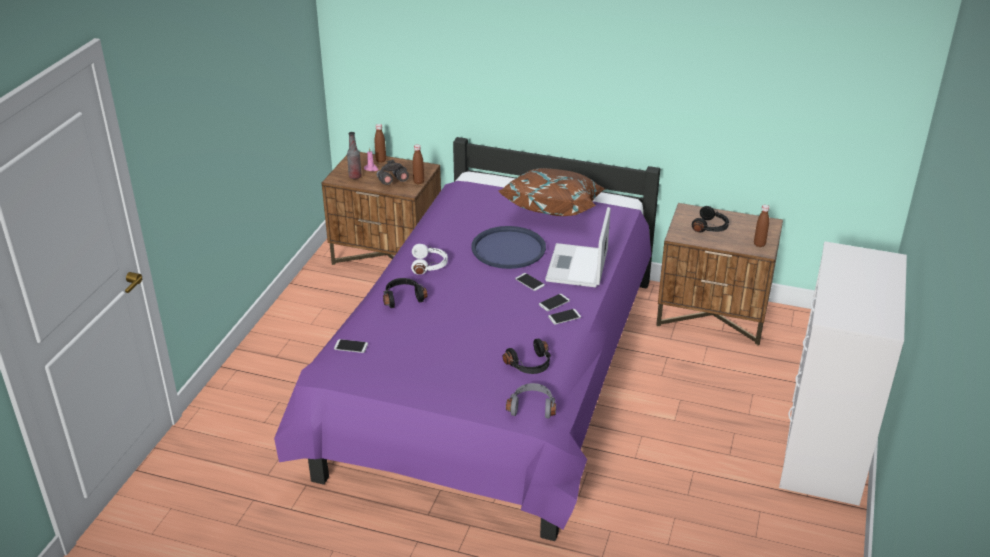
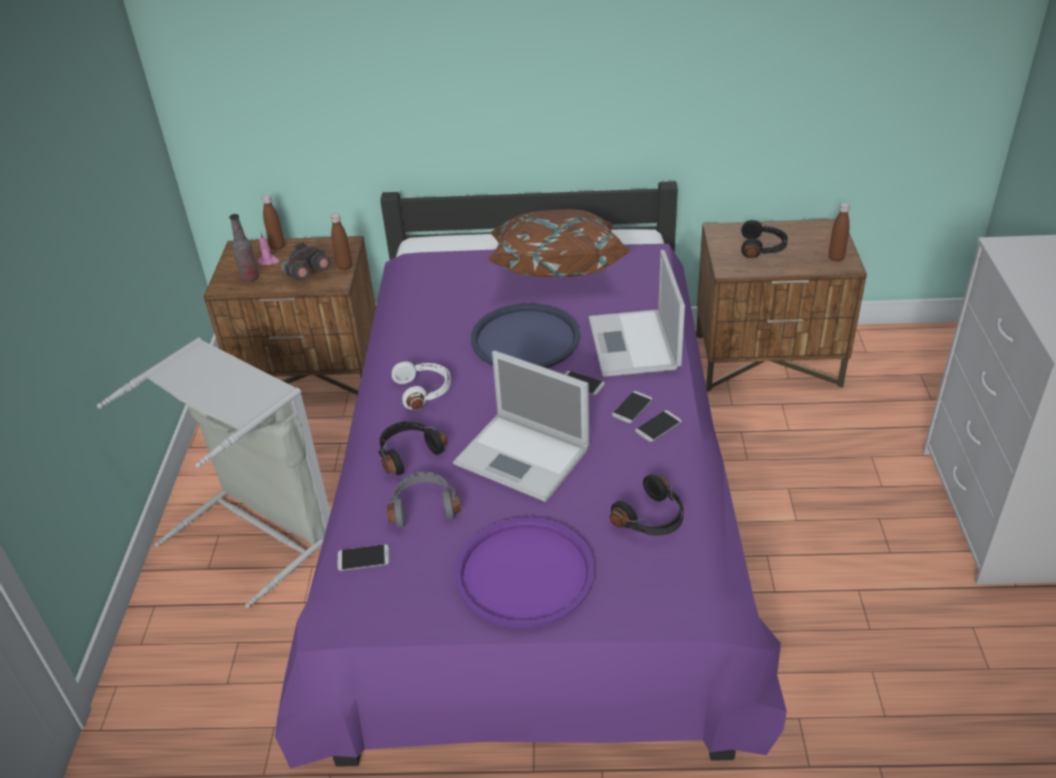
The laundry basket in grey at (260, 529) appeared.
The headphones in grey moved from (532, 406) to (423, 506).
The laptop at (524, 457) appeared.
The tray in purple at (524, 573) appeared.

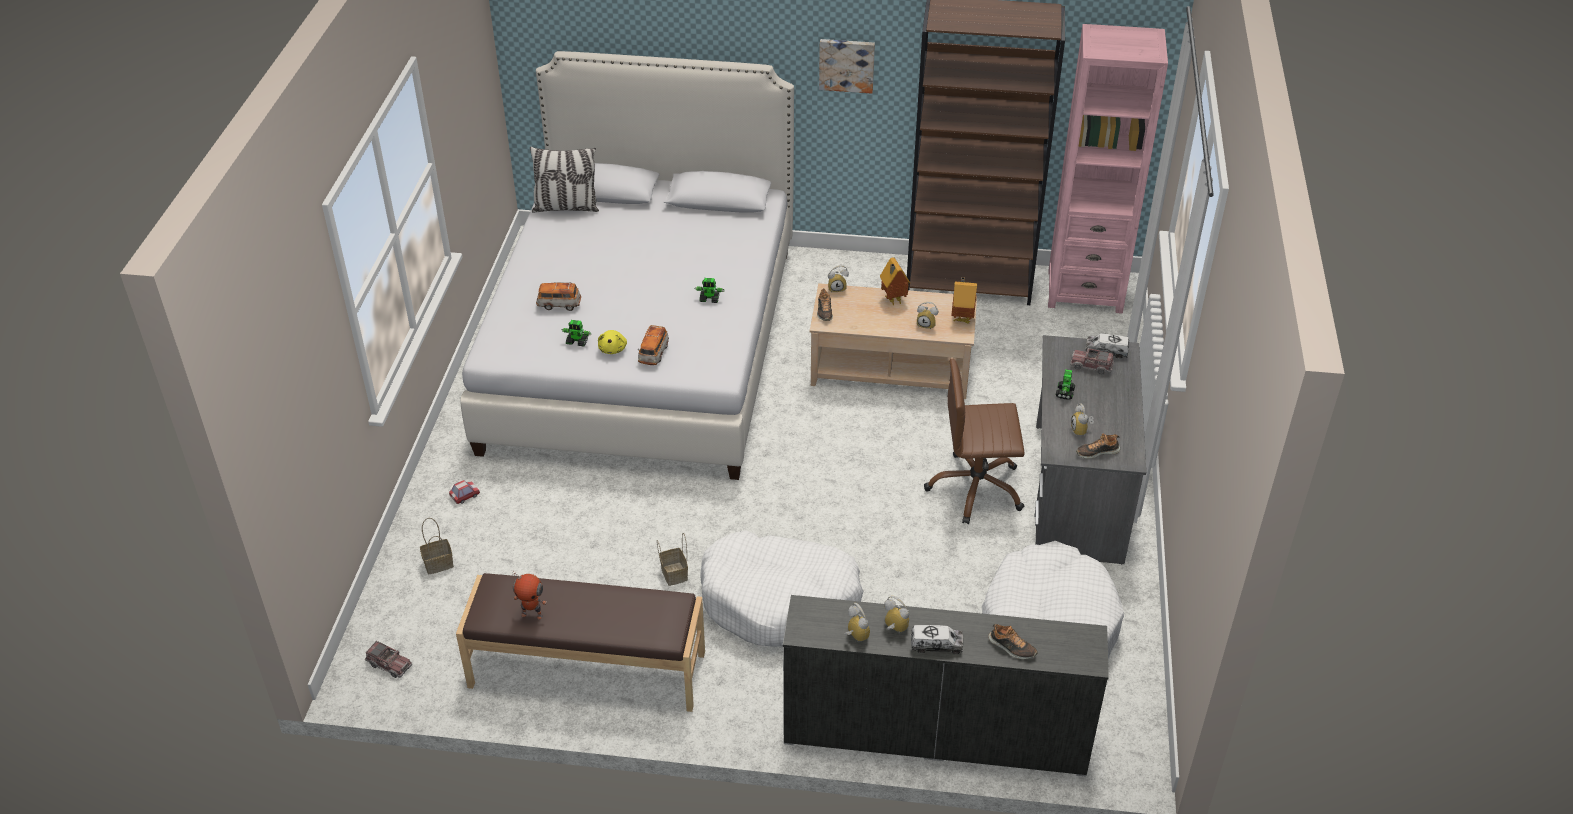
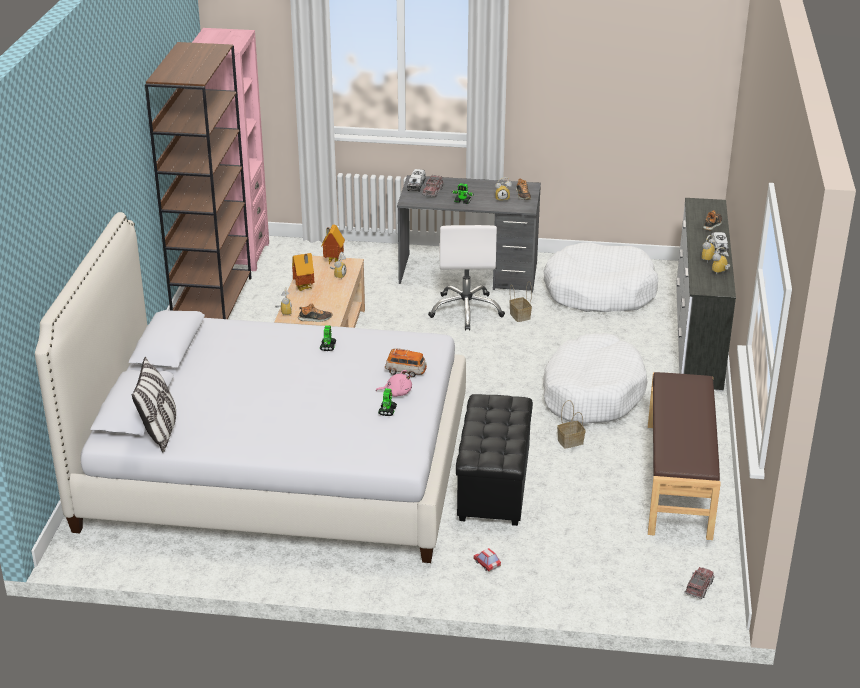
The plush toy in yellow at (613, 349) became the plush toy in pink at (397, 392).
The office chair in brown at (976, 489) became the office chair in white at (466, 310).
The ottoman in black at (493, 486) appeared.
The basket moved from (439, 563) to (519, 316).
The toy robot at (532, 614) disappeared.
The toy car at (559, 304) disappeared.
The picture at (846, 64) disappeared.

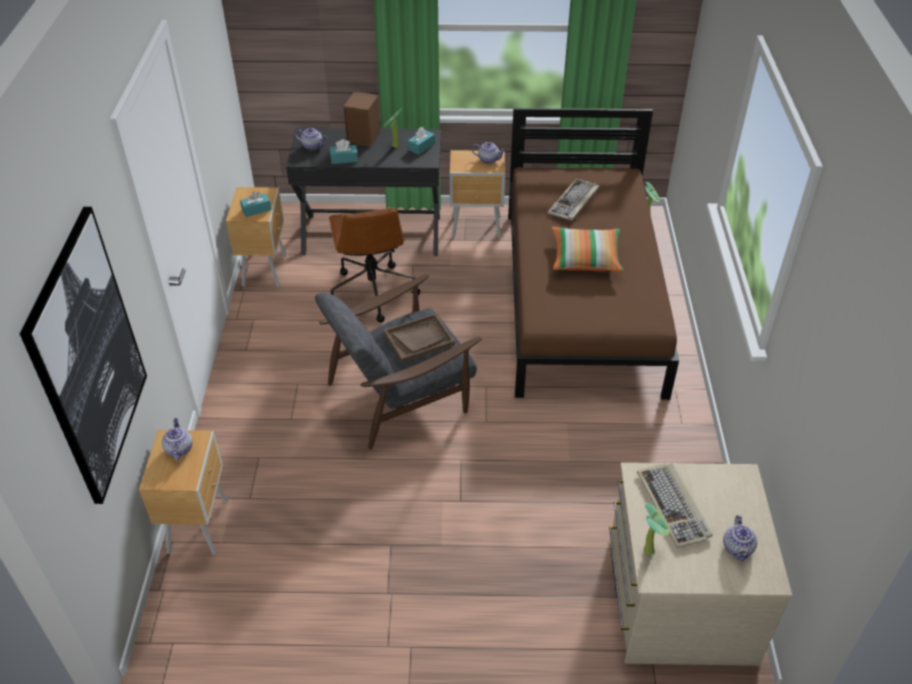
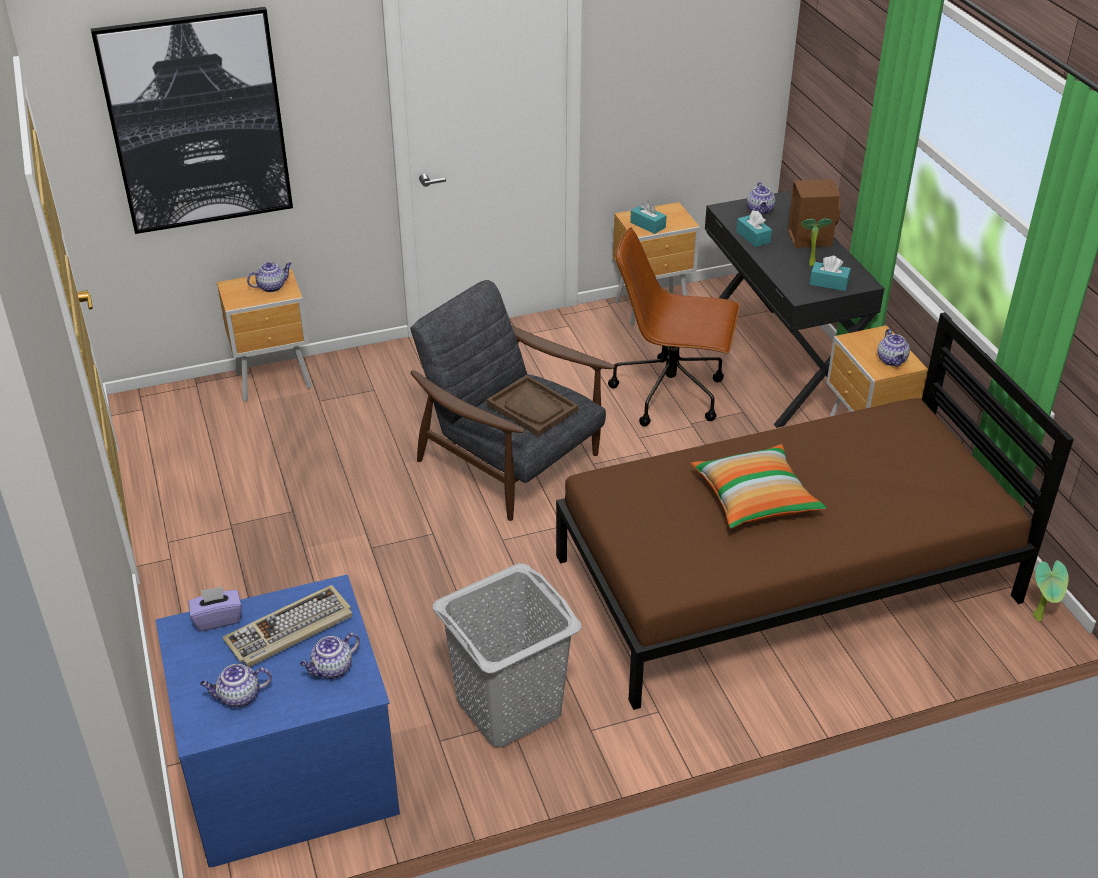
The dresser in beige at (677, 598) became the dresser in blue at (289, 769).
The potted plant at (650, 550) was replaced by the tissue box in purple at (218, 619).
The teapot at (332, 669) appeared.
The laundry basket in grey at (507, 707) appeared.
The office chair in brown at (372, 291) turned 45 degrees clockwise.
The keyboard at (574, 202) disappeared.

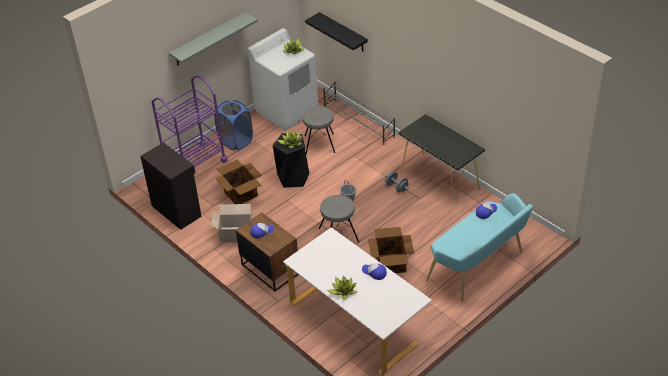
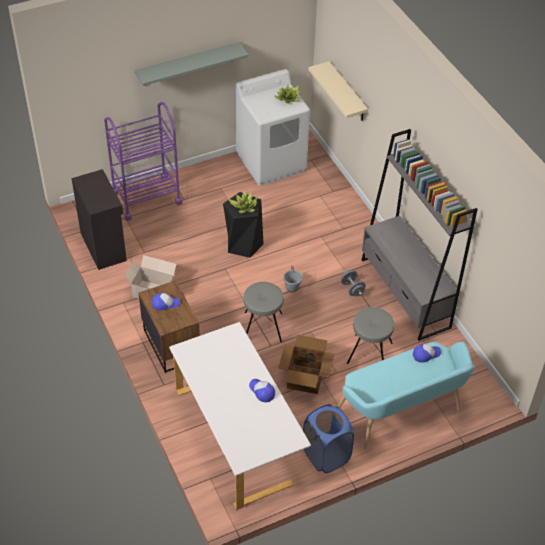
The laundry basket in blue moved from (235, 141) to (326, 455).
The shelf in black at (343, 32) became the shelf in beige at (347, 92).
The stool in grey moved from (320, 144) to (370, 352).
The console table in black at (440, 179) was replaced by the bookcase in grey at (405, 293).
The cardboard box at (241, 194) disappeared.
The shoe rack in grey at (359, 122) disappeared.
The potted plant at (343, 291) disappeared.

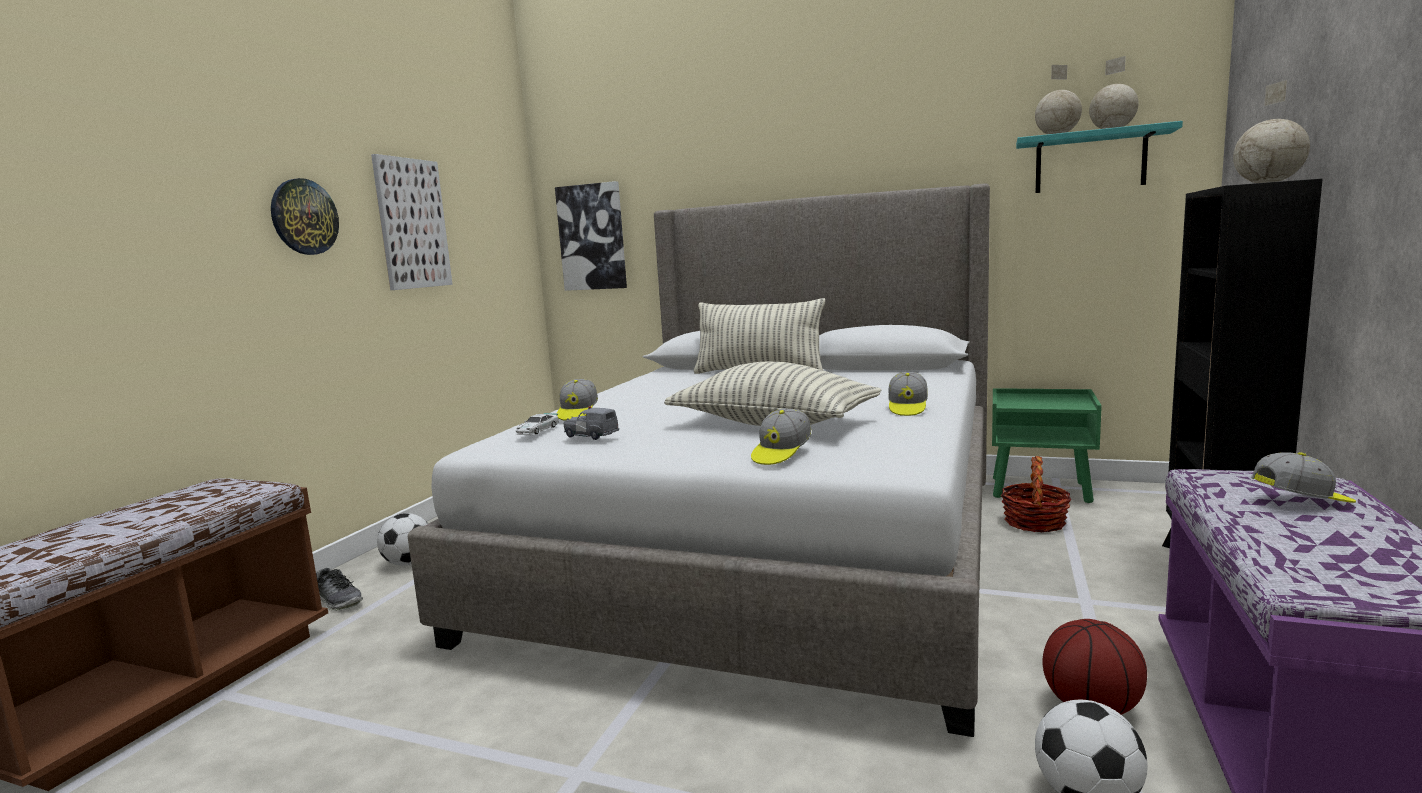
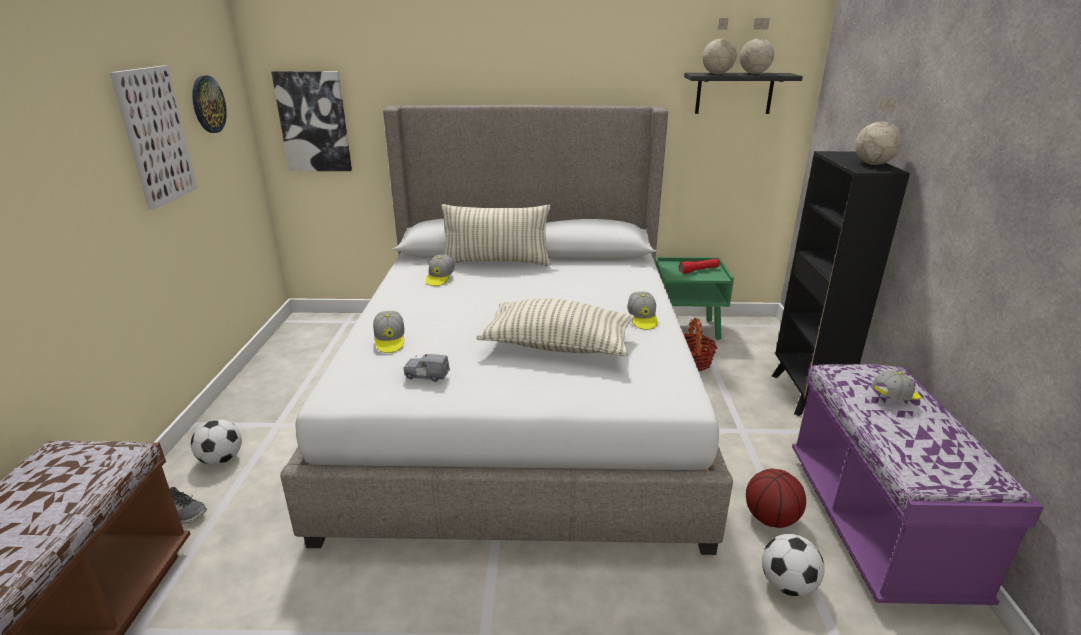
The wall clock moved from (304, 217) to (208, 104).
The cap moved from (781, 454) to (440, 278).
The flashlight in red at (699, 270) appeared.
The shelf in turquoise at (1090, 162) became the shelf in black at (734, 93).
The toy car at (537, 430) disappeared.

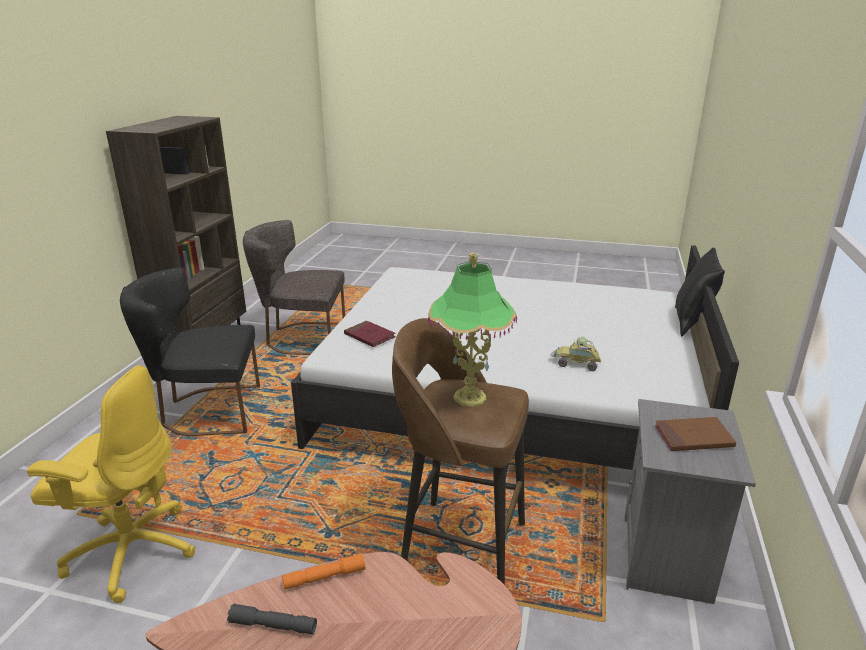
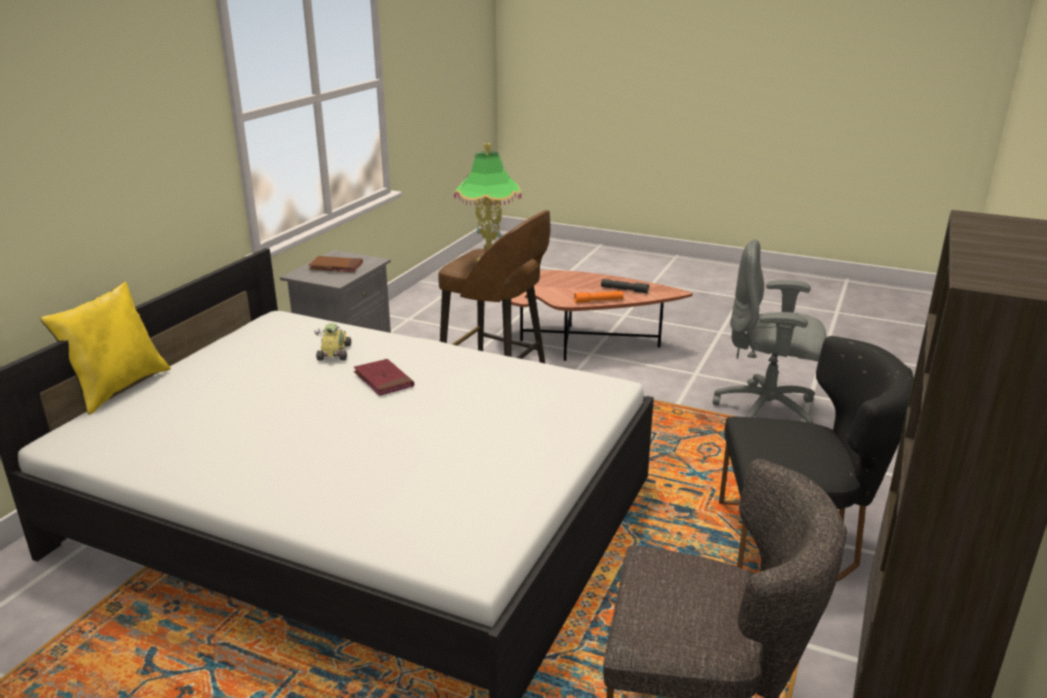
The pillow in black at (692, 323) became the pillow in yellow at (119, 388).
The toy car at (576, 363) turned 120 degrees counterclockwise.
The book in red moved from (369, 336) to (383, 380).
The office chair in yellow at (131, 551) became the office chair in grey at (768, 411).

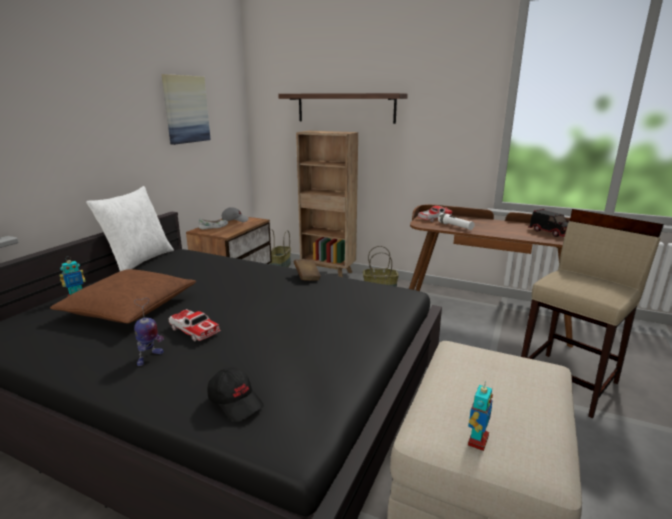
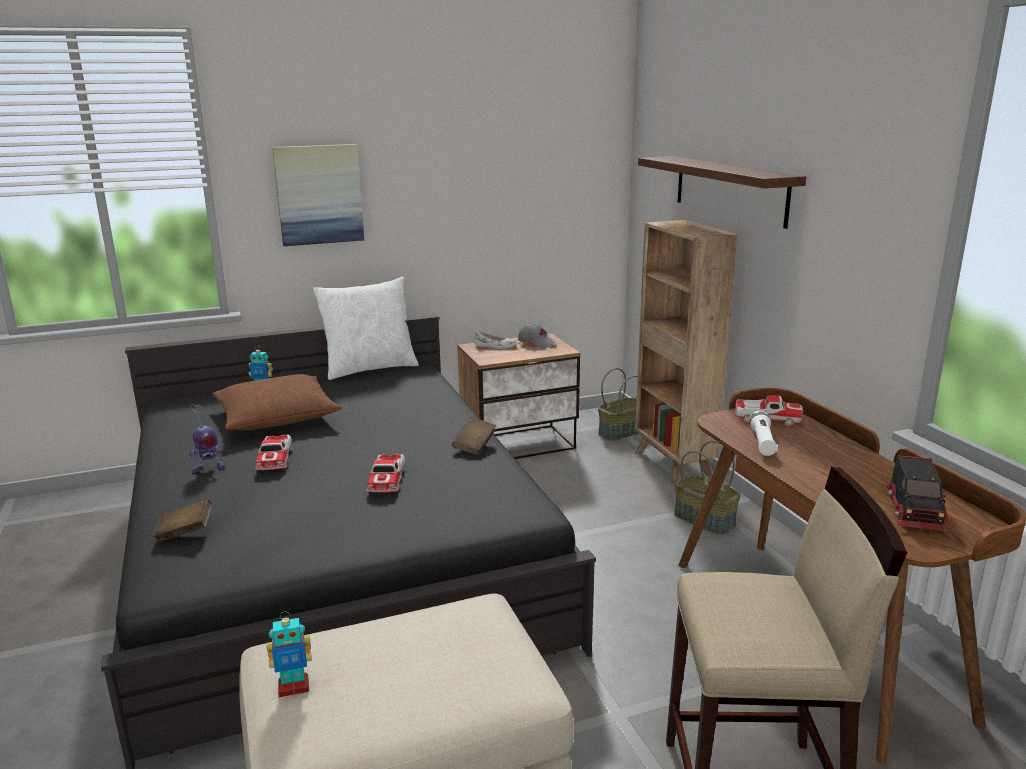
The cap in black at (236, 401) was replaced by the book in brown at (185, 532).
The picture moved from (186, 109) to (319, 194).
The toy car at (387, 480) appeared.

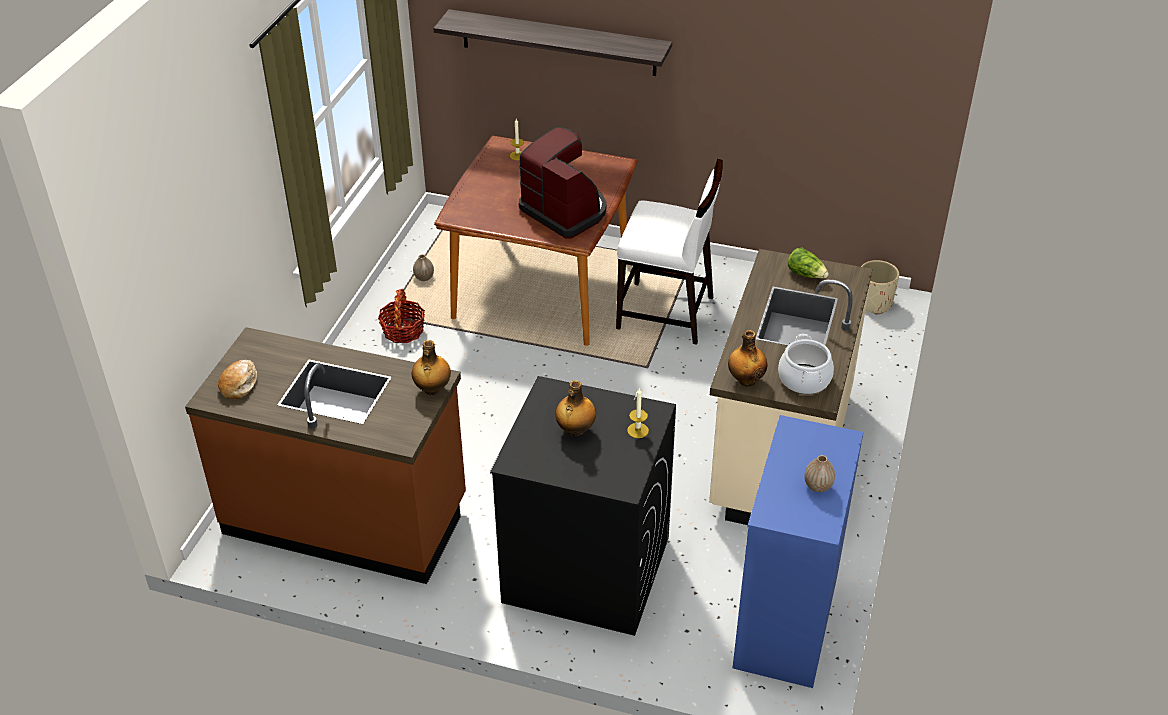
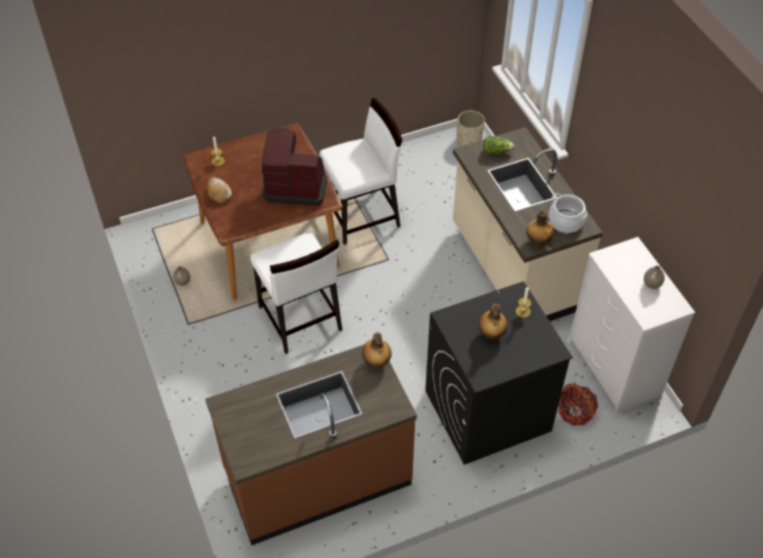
The bread moved from (239, 384) to (218, 193).
The chair in white at (299, 319) appeared.
The basket moved from (403, 331) to (575, 411).
The dresser in blue at (786, 623) became the dresser in white at (614, 368).
The shelf at (558, 43) disappeared.

